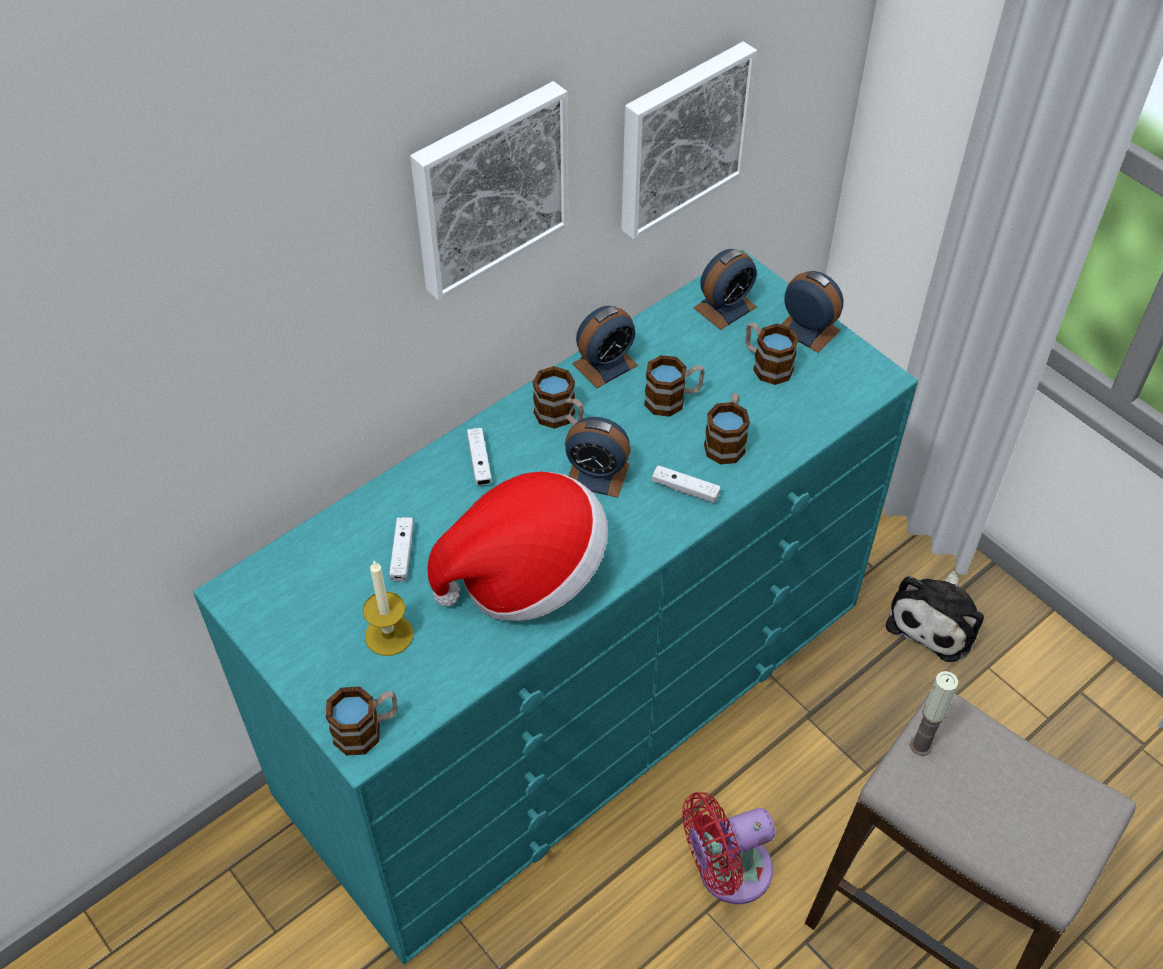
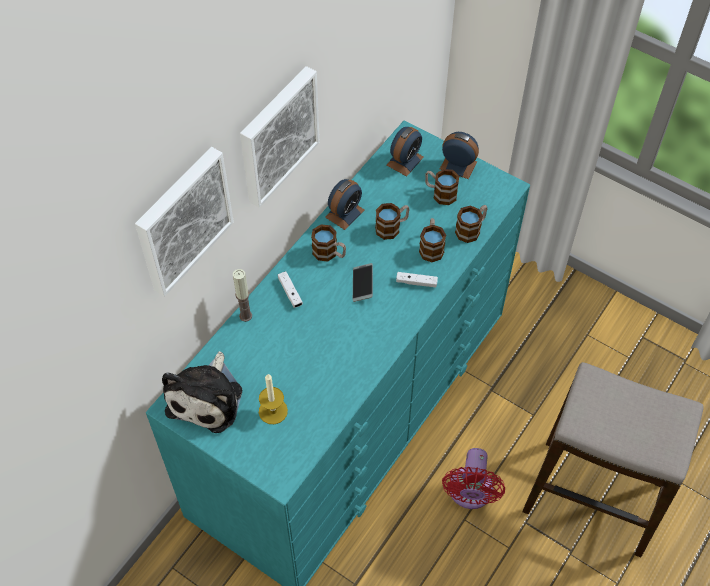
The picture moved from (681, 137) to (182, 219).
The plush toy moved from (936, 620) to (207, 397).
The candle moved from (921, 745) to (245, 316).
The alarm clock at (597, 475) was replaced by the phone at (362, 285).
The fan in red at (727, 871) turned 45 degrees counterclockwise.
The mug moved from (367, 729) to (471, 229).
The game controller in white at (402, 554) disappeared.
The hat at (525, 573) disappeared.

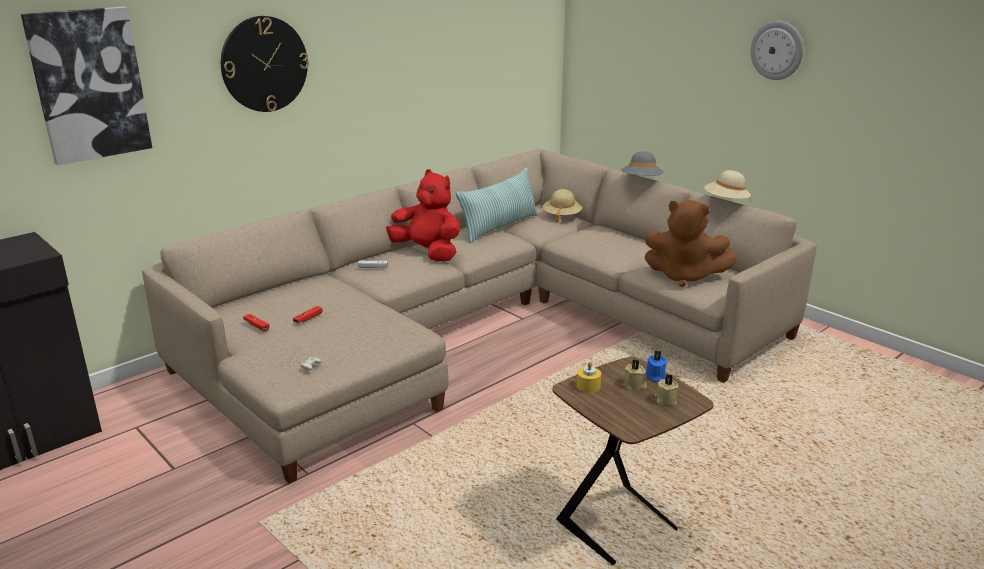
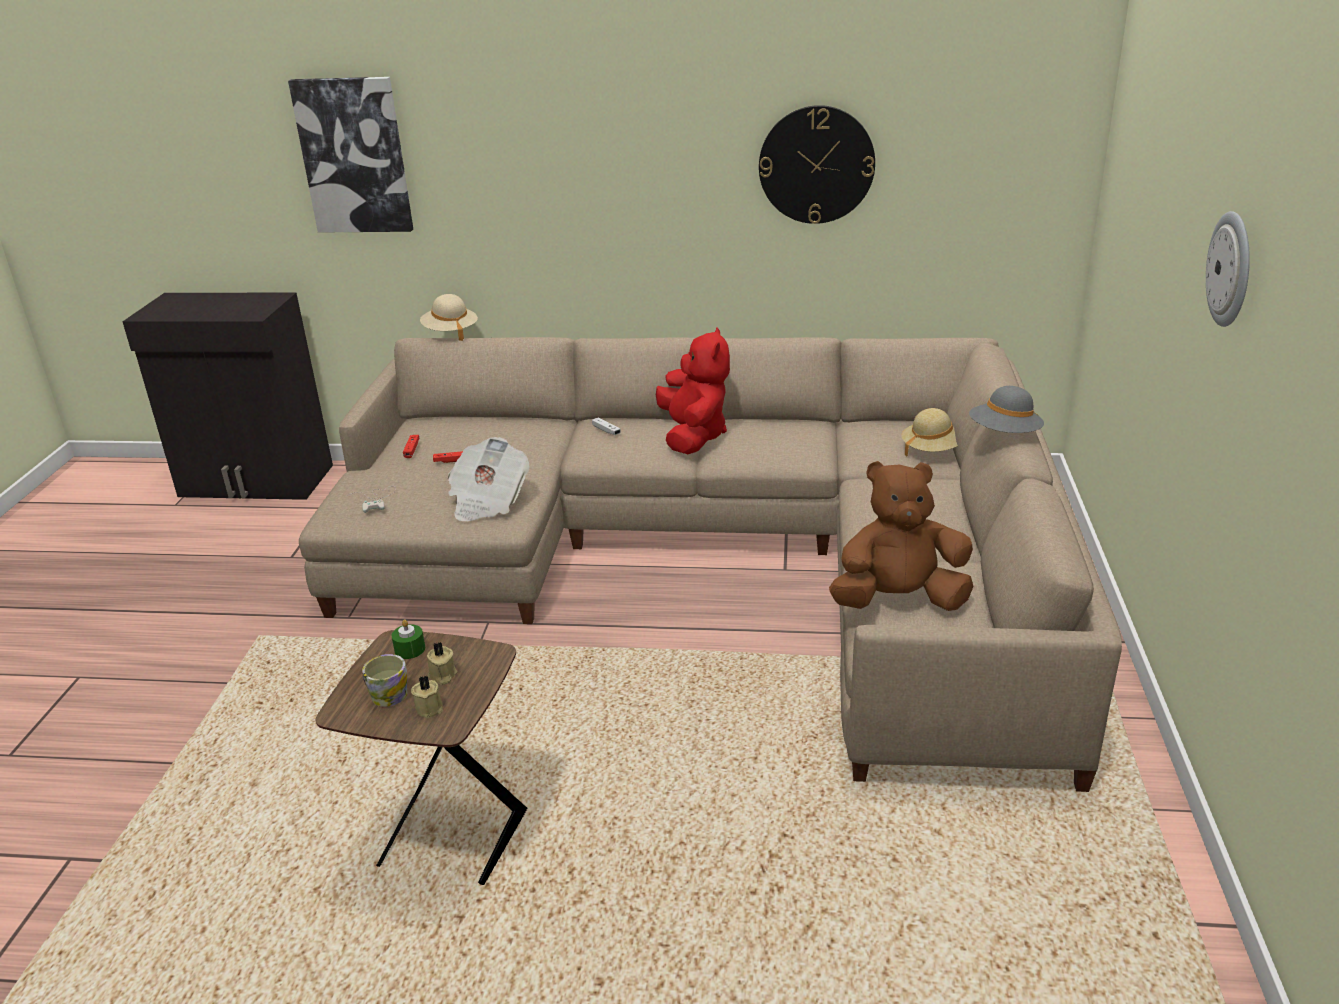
The mug at (386, 693) appeared.
The candle in yellow at (588, 386) became the candle in green at (410, 649).
The hat in beige moved from (725, 202) to (450, 332).
The newspaper at (488, 501) appeared.
The wall clock moved from (264, 64) to (816, 165).
The plush toy in brown at (684, 276) turned 105 degrees clockwise.
The pillow at (499, 227) disappeared.
The candle in blue at (655, 376) disappeared.

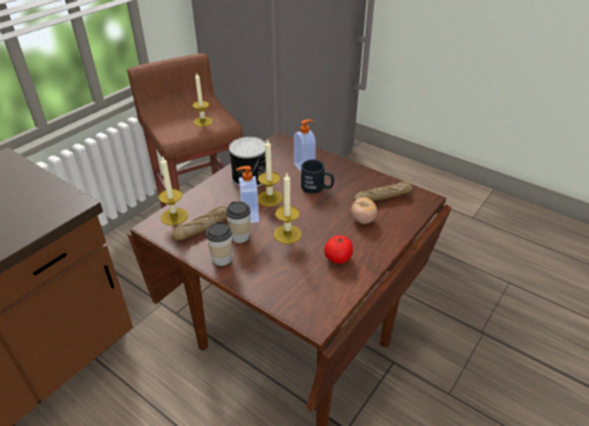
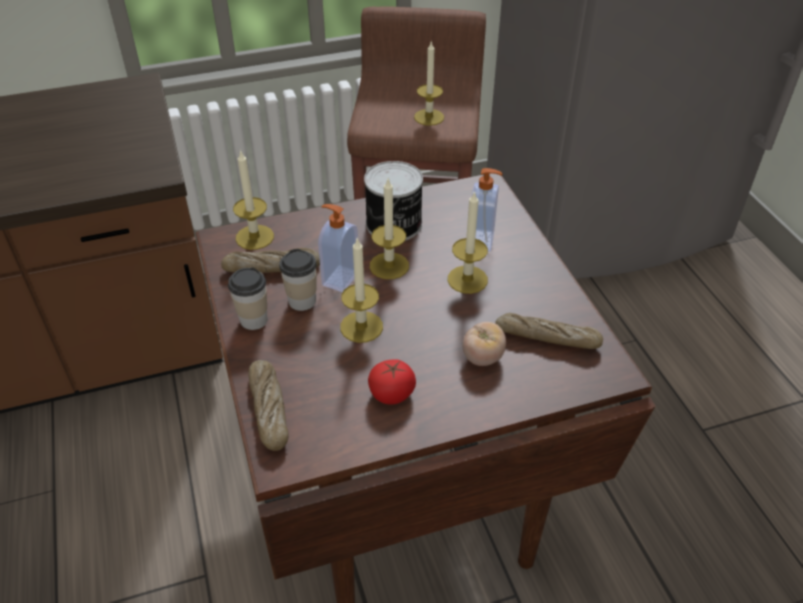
The bread at (269, 409) appeared.
The mug in black at (317, 188) was replaced by the candle at (467, 279).

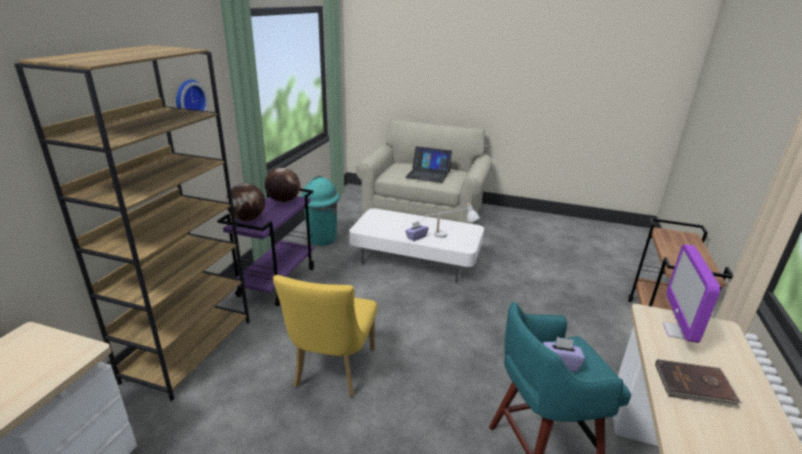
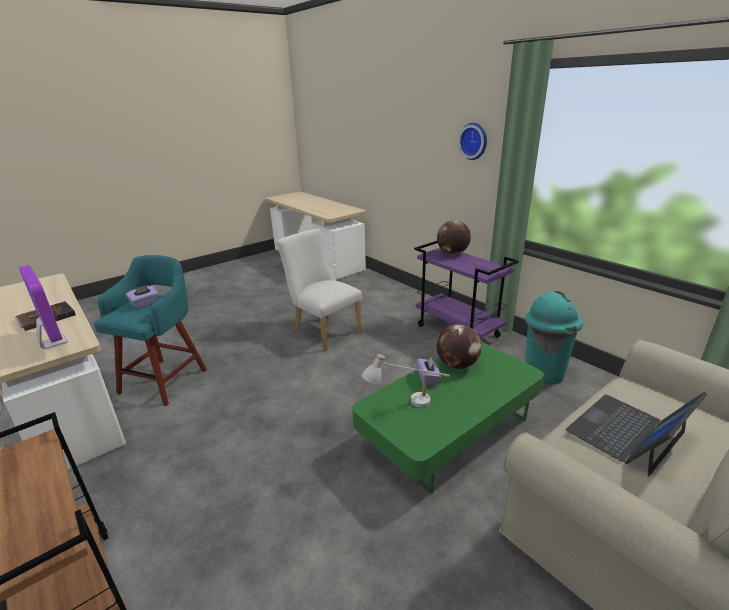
The chair in yellow at (332, 371) became the chair in white at (323, 330).
The coffee table in white at (416, 259) became the coffee table in green at (449, 430).
The globe moved from (283, 201) to (457, 365).
The bookcase in brown at (189, 349) disappeared.

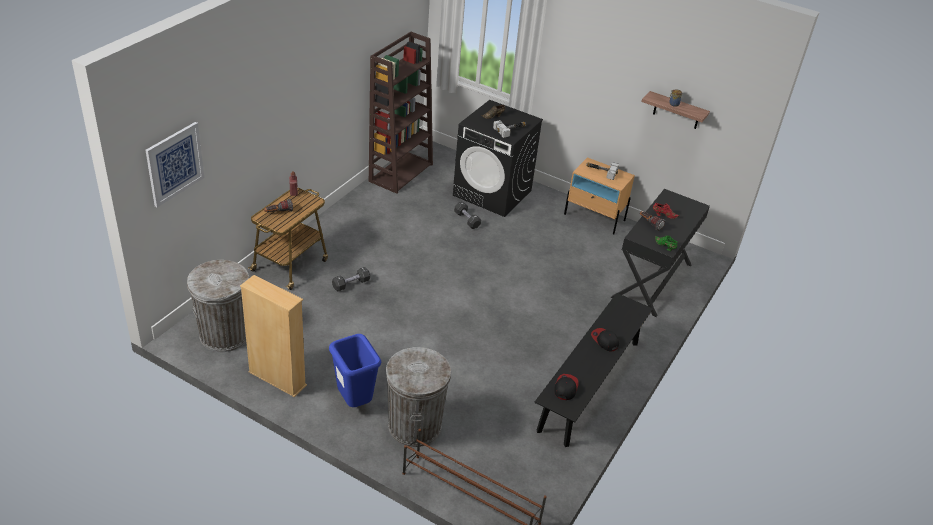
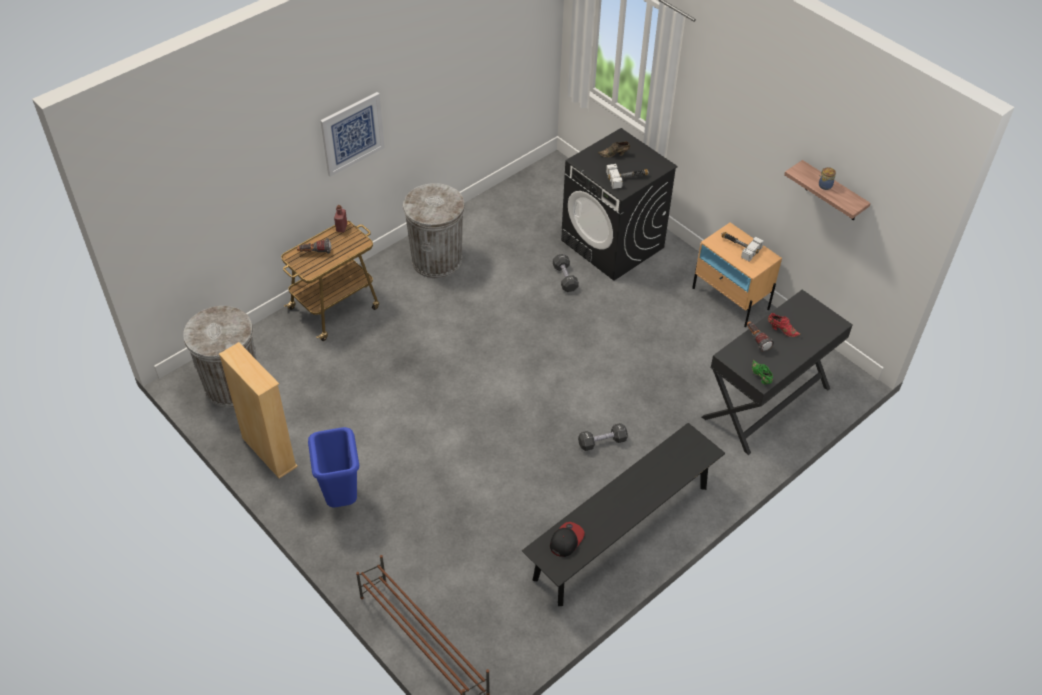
The picture moved from (175, 163) to (352, 133).
The trash can in grey moved from (415, 426) to (437, 260).
The dumbbell in black moved from (351, 284) to (602, 442).
The bookcase in brown at (401, 172) disappeared.
The cap at (604, 340) disappeared.

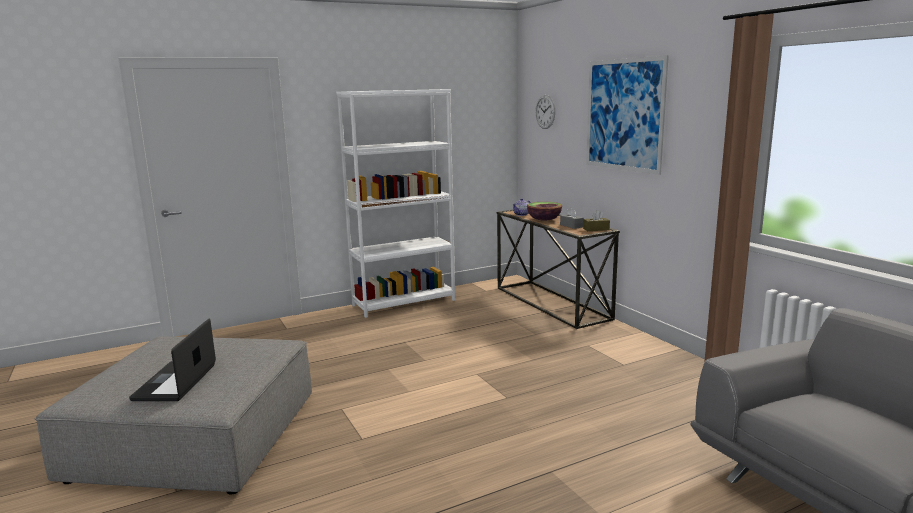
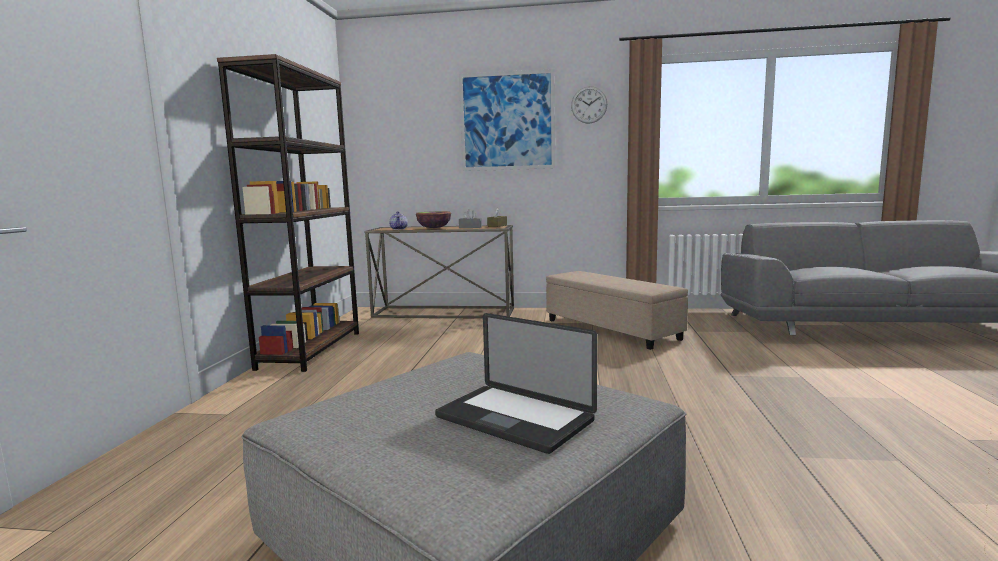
The bookcase in white at (404, 303) became the bookcase in brown at (311, 350).
The ottoman in beige at (611, 329) appeared.
The wall clock moved from (545, 112) to (589, 105).

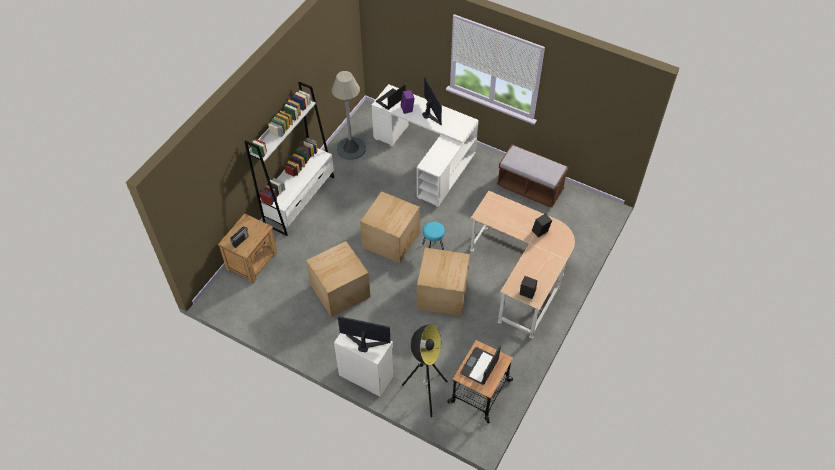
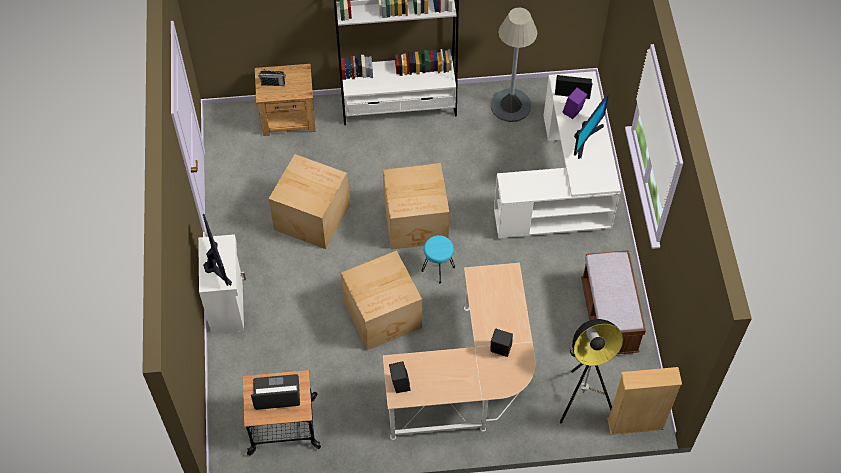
The floor lamp moved from (425, 393) to (581, 400).
The bookcase in beige at (635, 424) appeared.

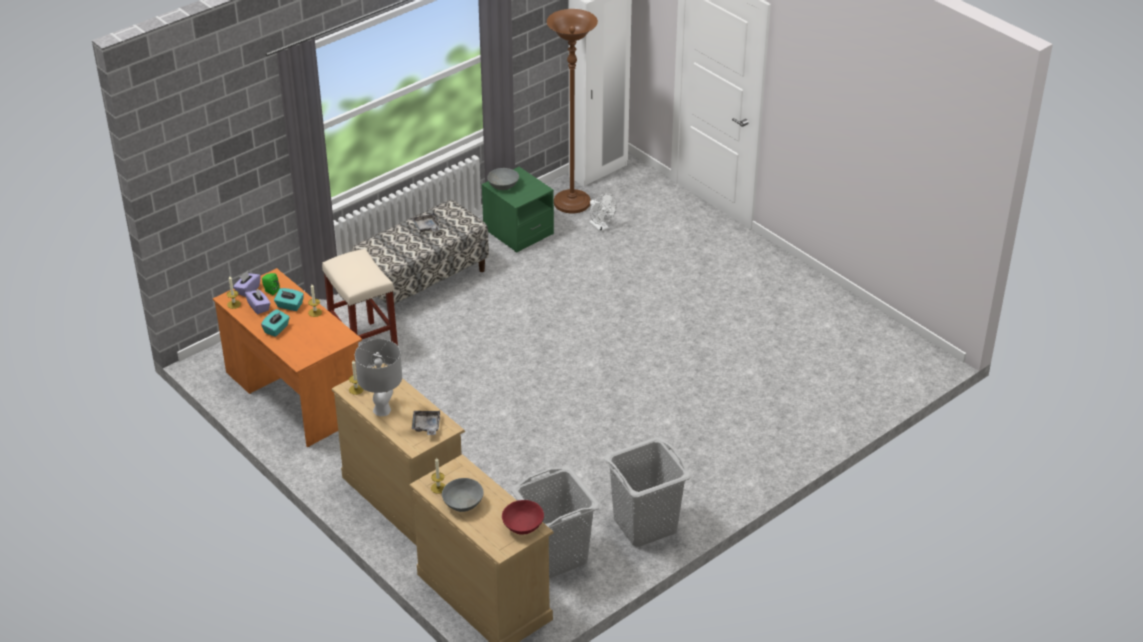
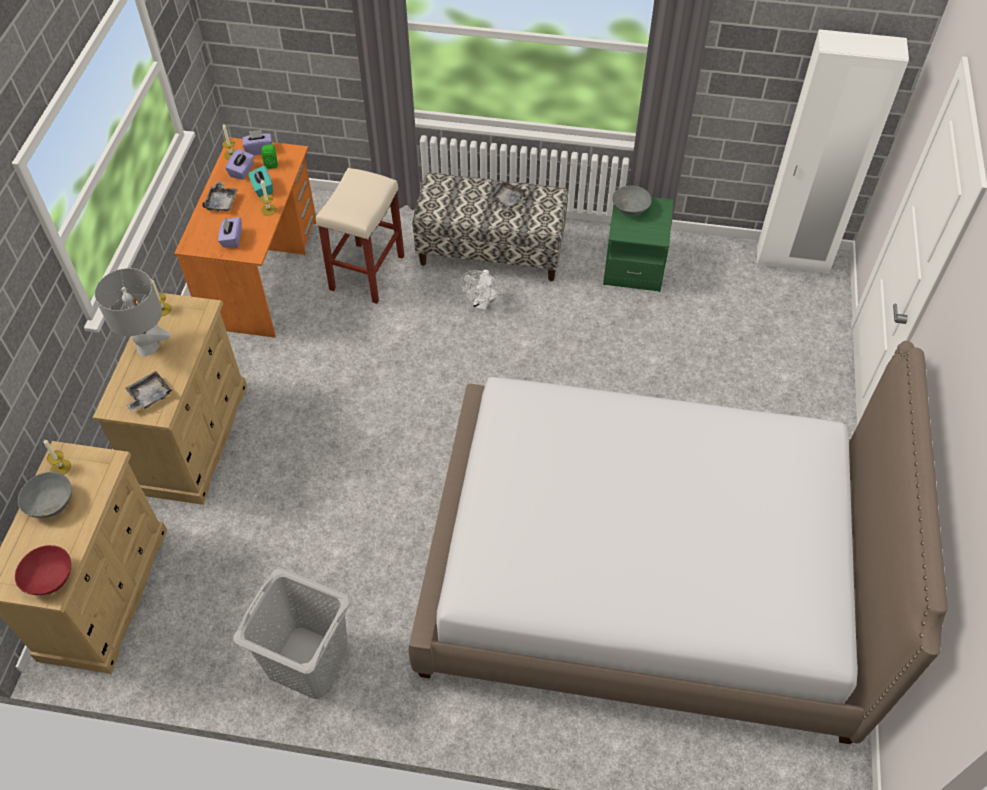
The tissue box in turquoise at (276, 329) was replaced by the tray in grey at (222, 202).
The tissue box in purple at (232, 239) appeared.
The bed at (645, 574) appeared.
The fan in white moved from (601, 227) to (481, 304).
The laundry basket in grey at (555, 556) disappeared.
The floor lamp in brown at (572, 203) disappeared.

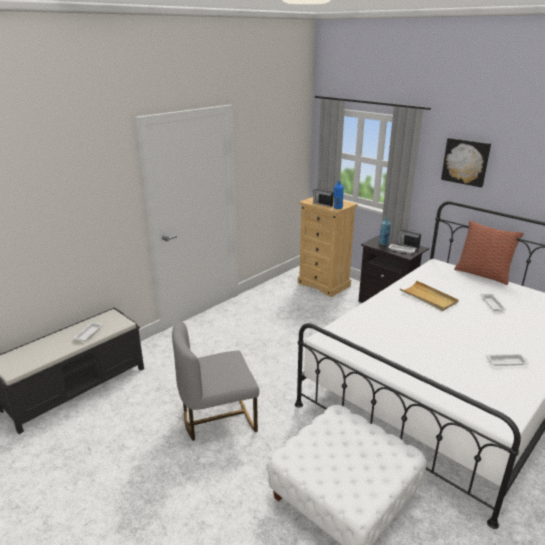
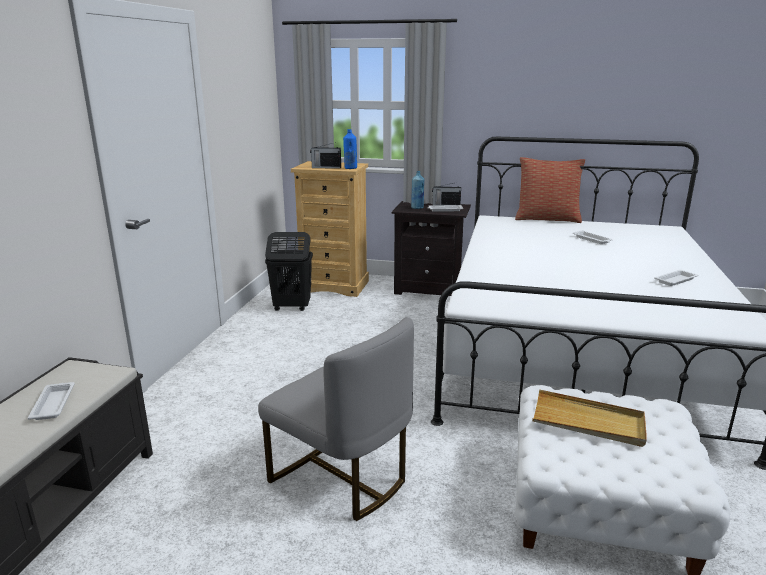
The chair in grey at (218, 418) turned 90 degrees counterclockwise.
The laundry basket in black at (291, 307) appeared.
The tray in beige moved from (428, 297) to (588, 422).
The picture at (466, 161) disappeared.

